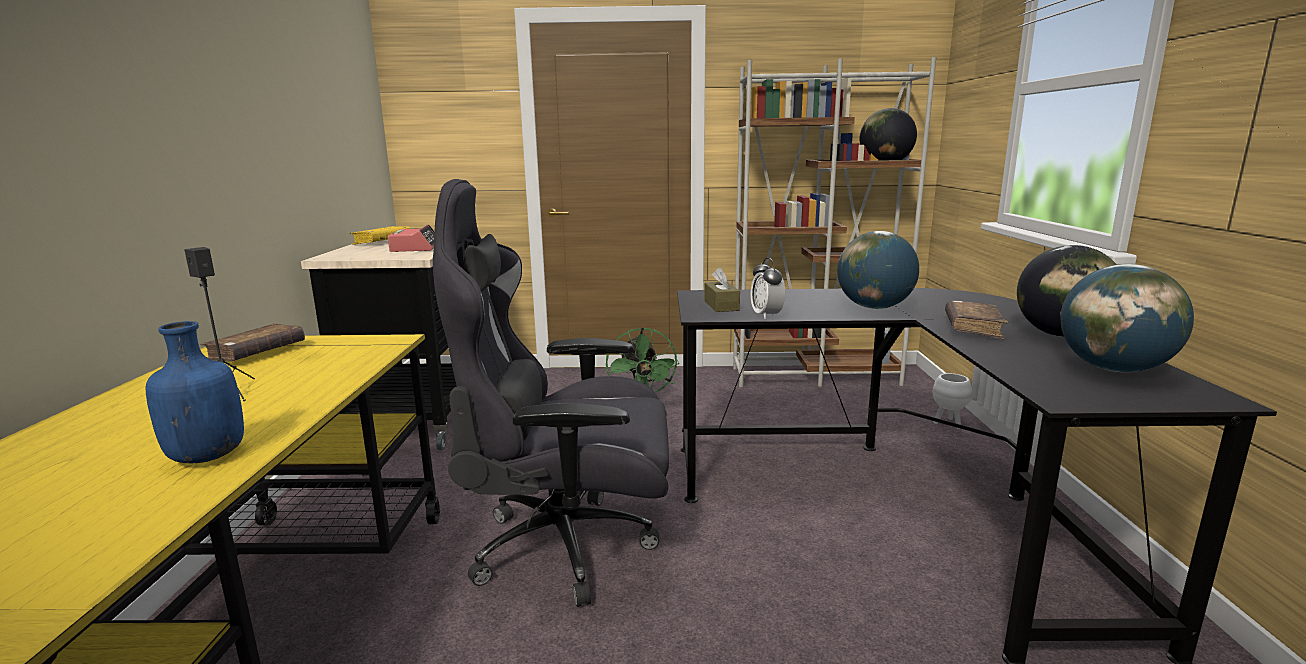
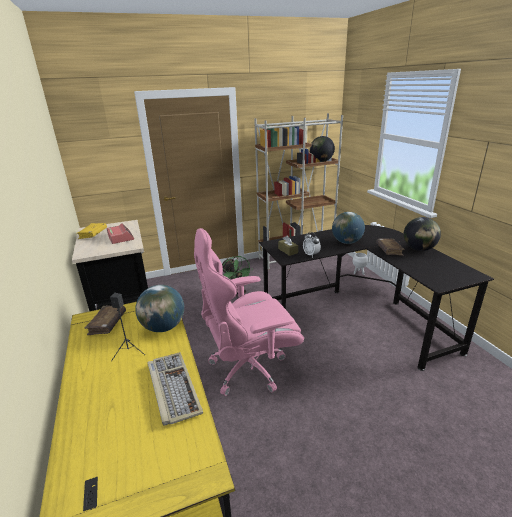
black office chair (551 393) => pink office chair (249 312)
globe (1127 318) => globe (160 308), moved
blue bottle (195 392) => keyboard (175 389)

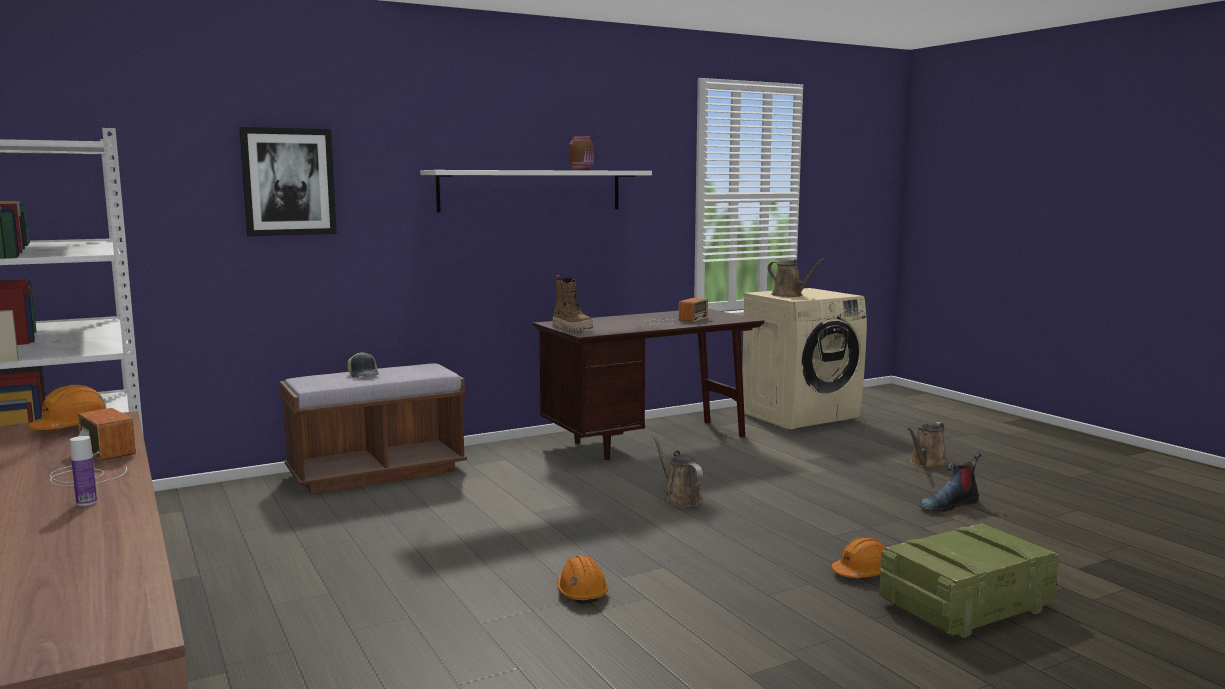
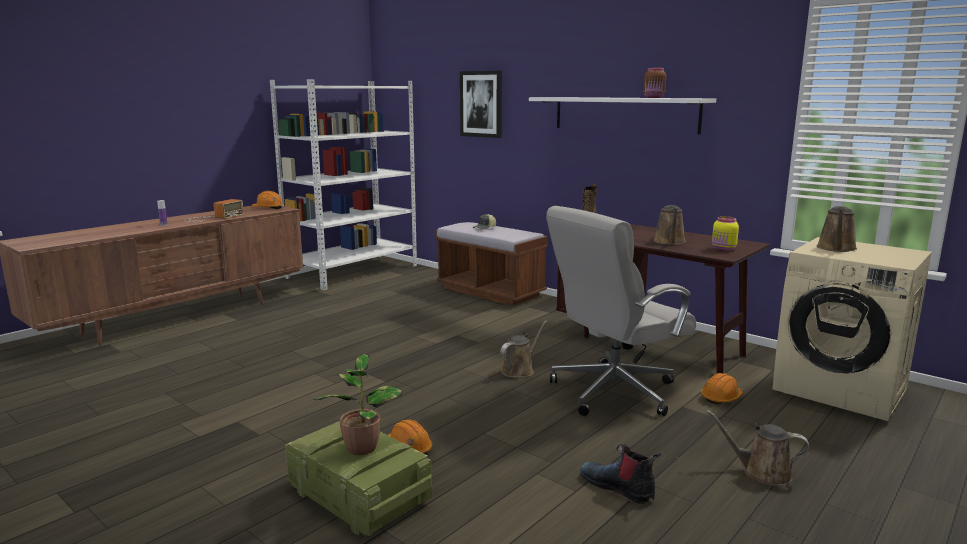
radio (676 311) => brown watering can (669 225)
orange hard hat (582 579) => orange hard hat (722 388), moved
nothing => grey office chair (621 311)
nothing => yellow jar (725 233)
nothing => potted plant (357 404)

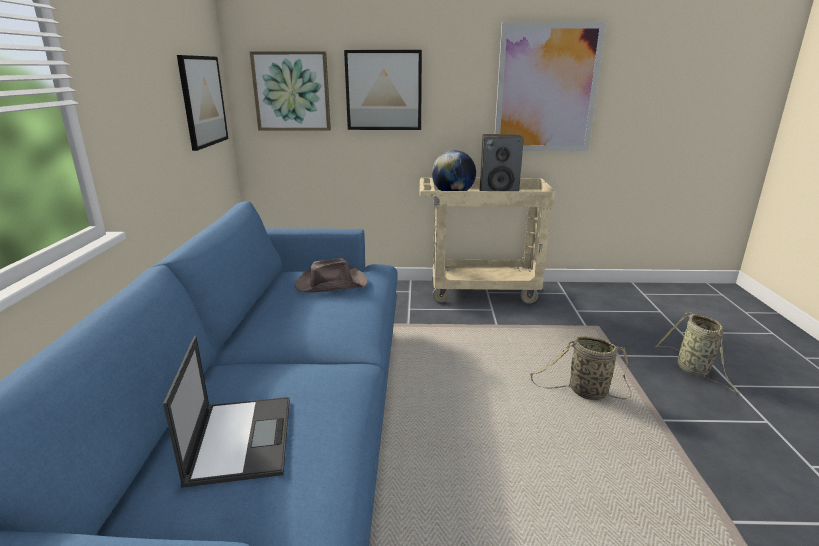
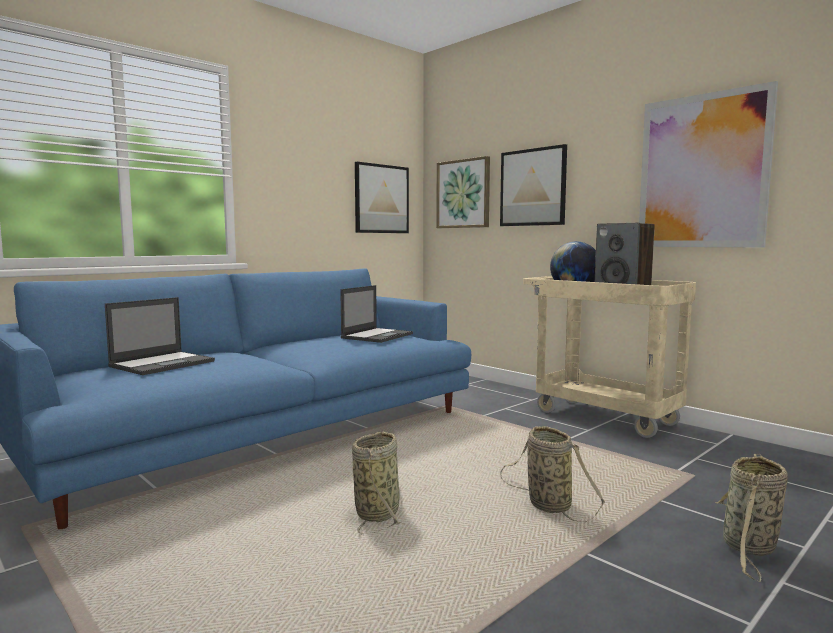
brown hat (331 275) => laptop (376 314)
nothing => basket (376 483)

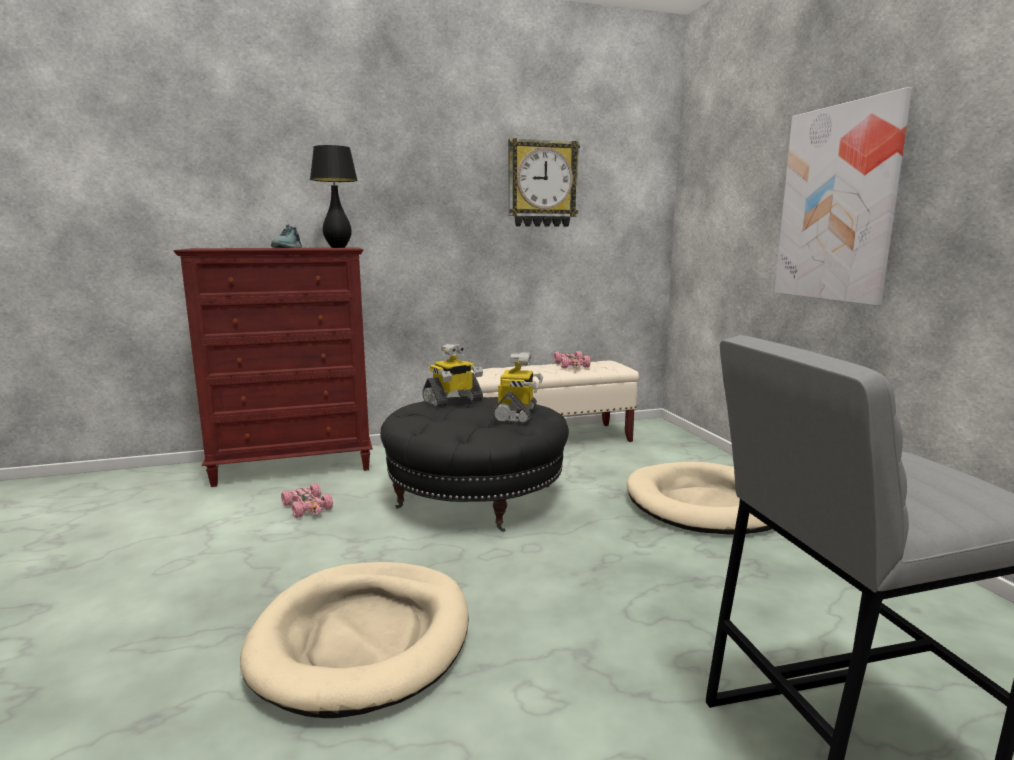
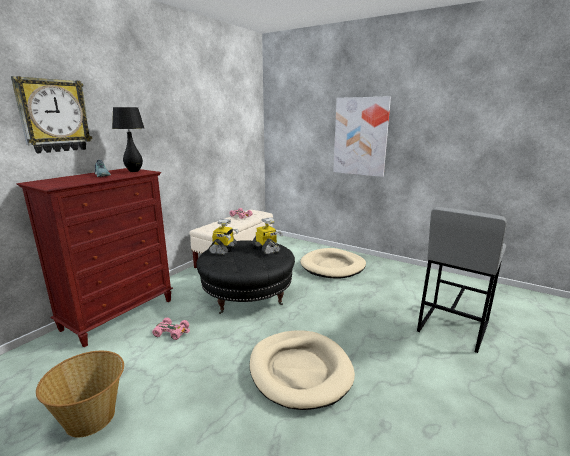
wall clock (544 182) => wall clock (51 114), moved
nothing => basket (80 394)

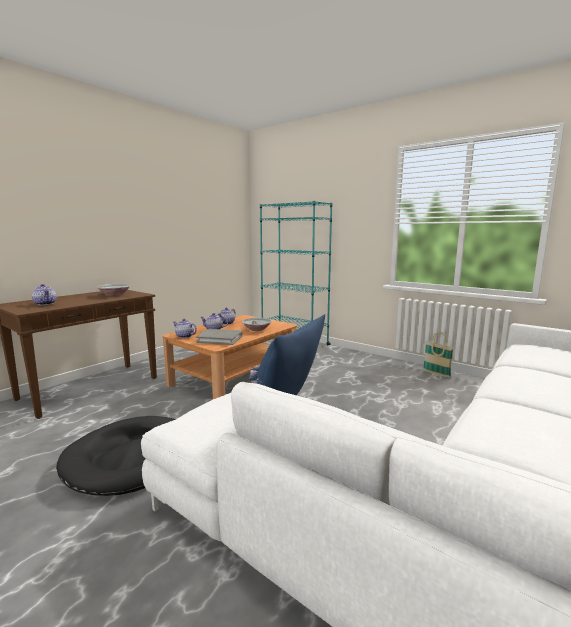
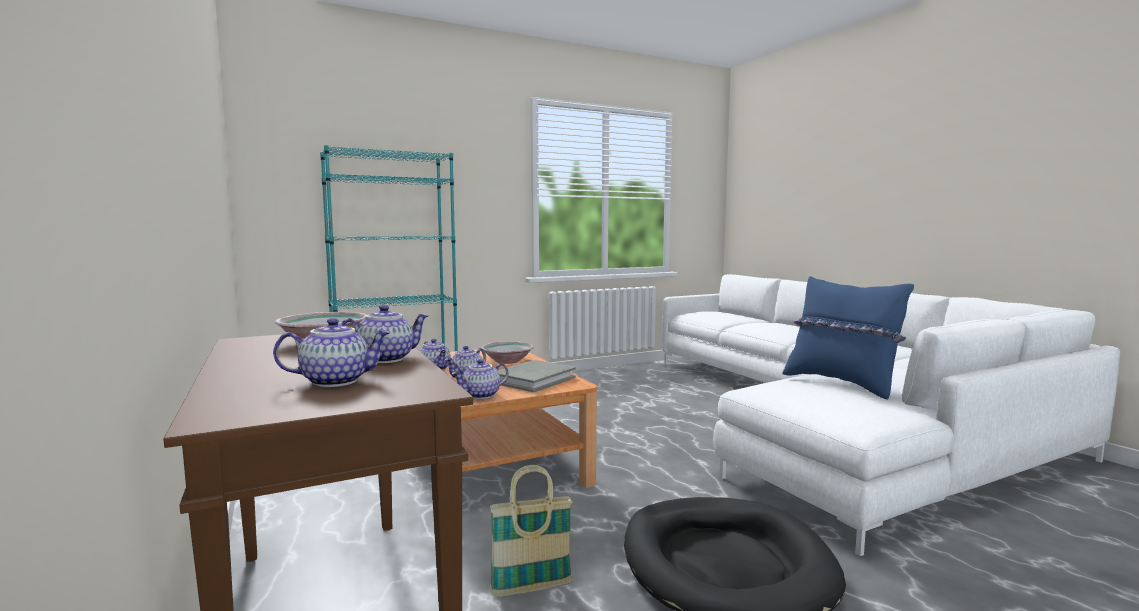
basket (438 355) => basket (531 531), moved
nothing => teapot (384 334)

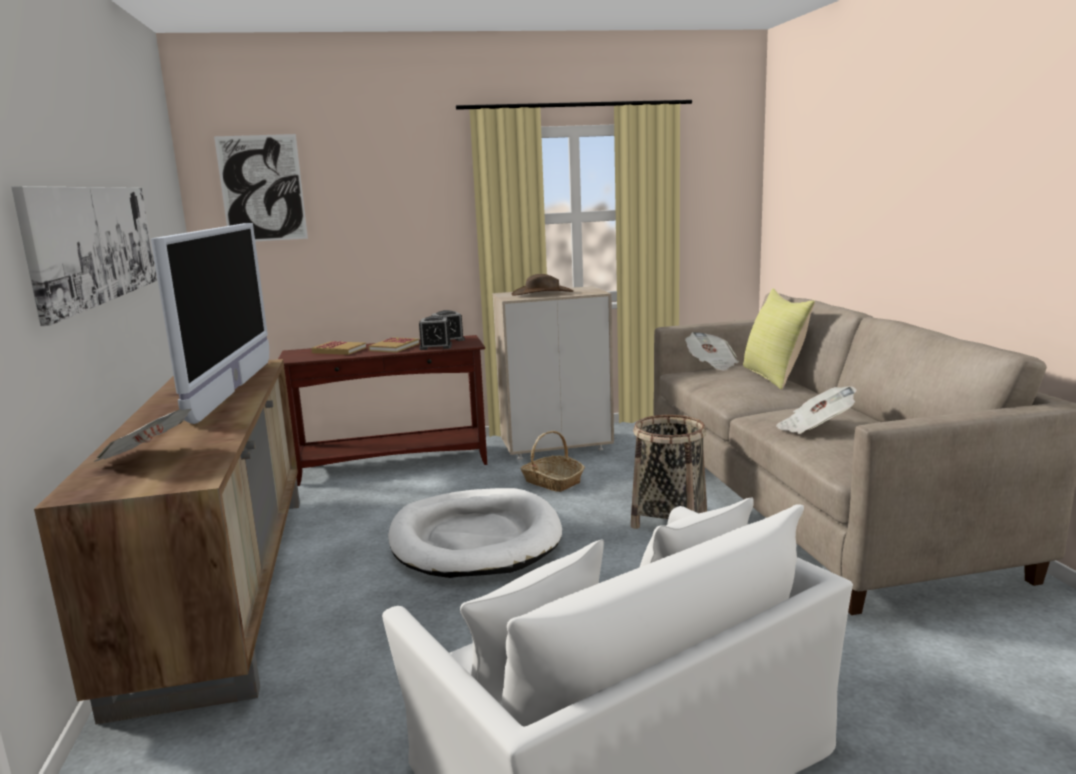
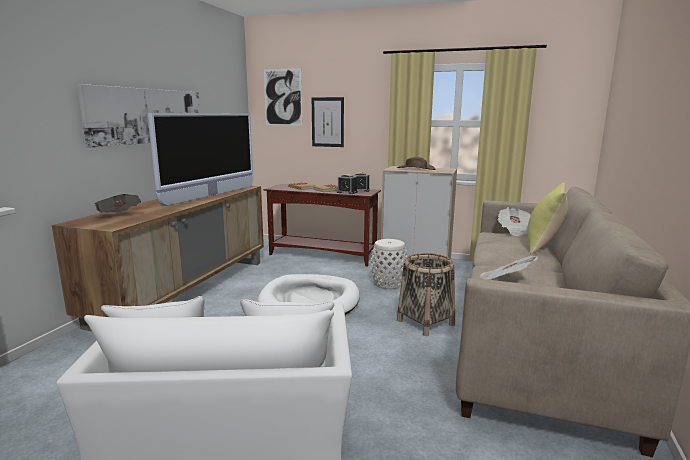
basket (552 461) => white stool (389 264)
nothing => picture (328 122)

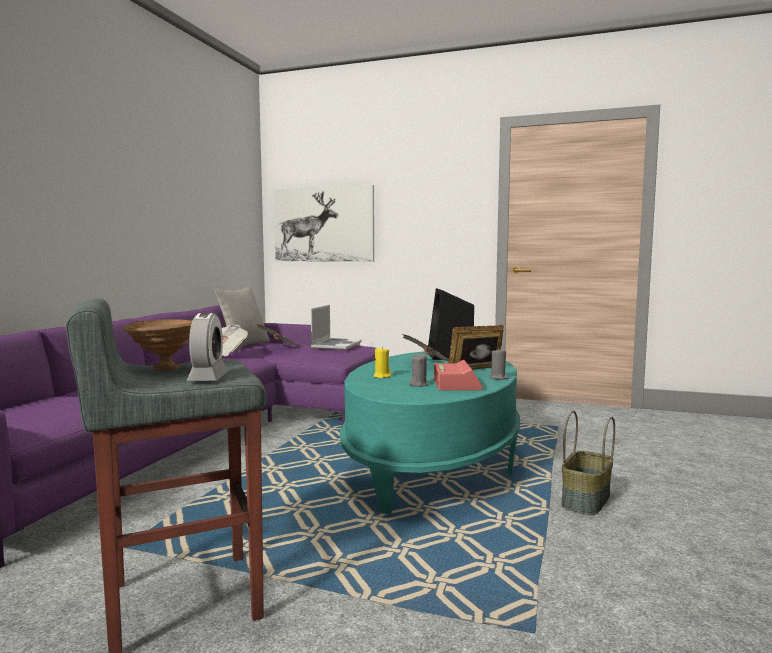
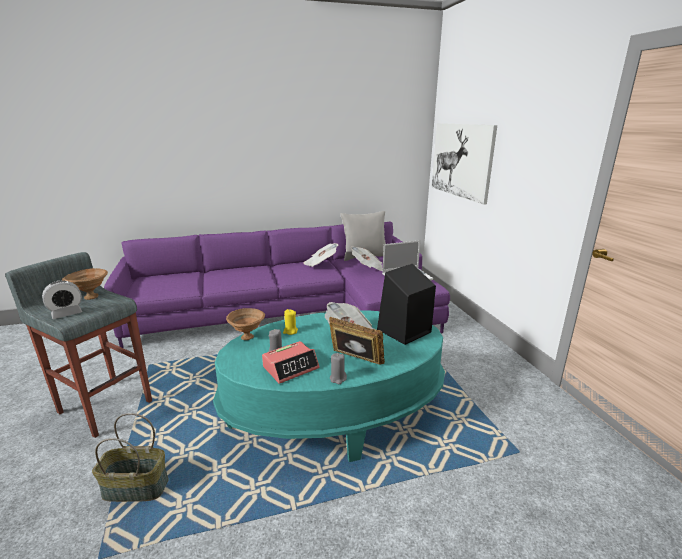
basket (588 463) => basket (130 457), moved
nothing => brown bowl (245 324)

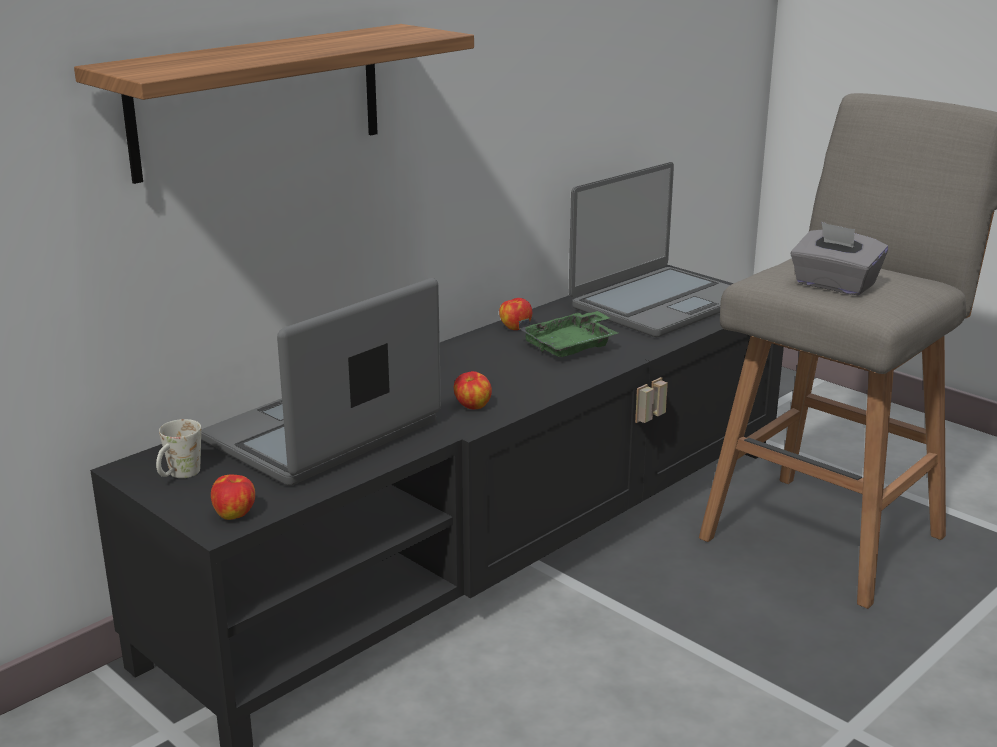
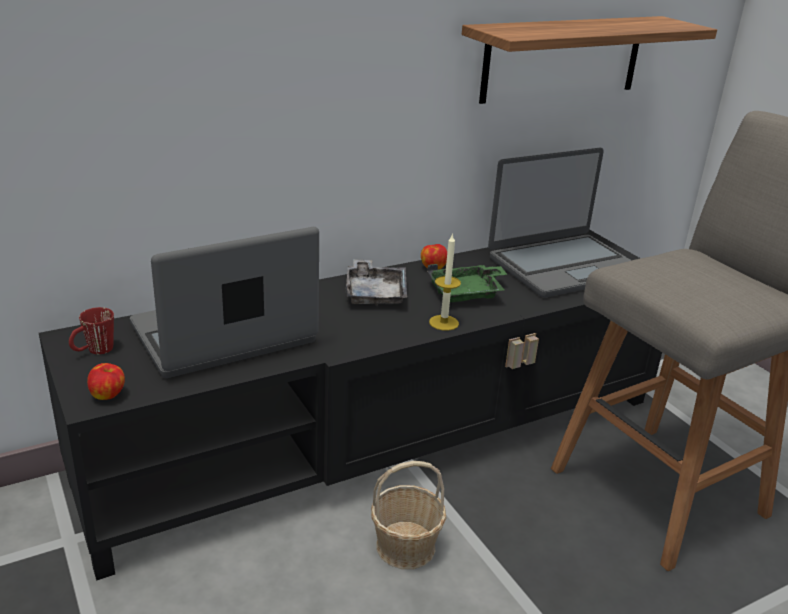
shelf (274 104) => shelf (589 60), moved
grey tissue box (839 259) => nothing
apple (473 390) => nothing
white mug (178 448) => red mug (91 330)
nothing => candle (445 282)
nothing => grey tray (376 283)
nothing => basket (408 515)

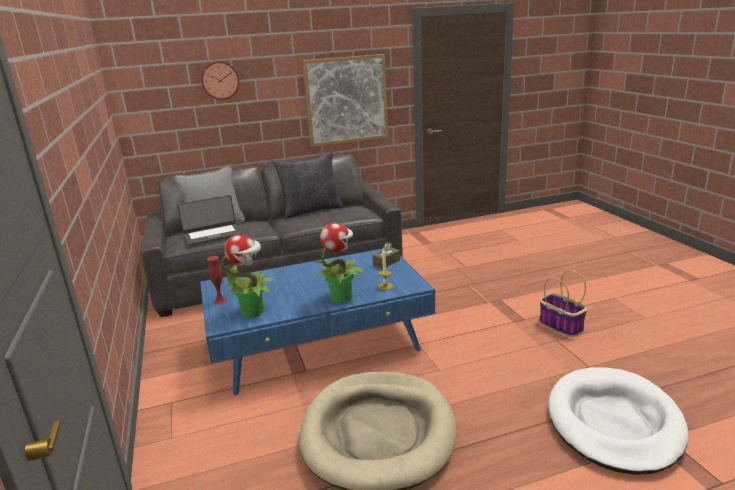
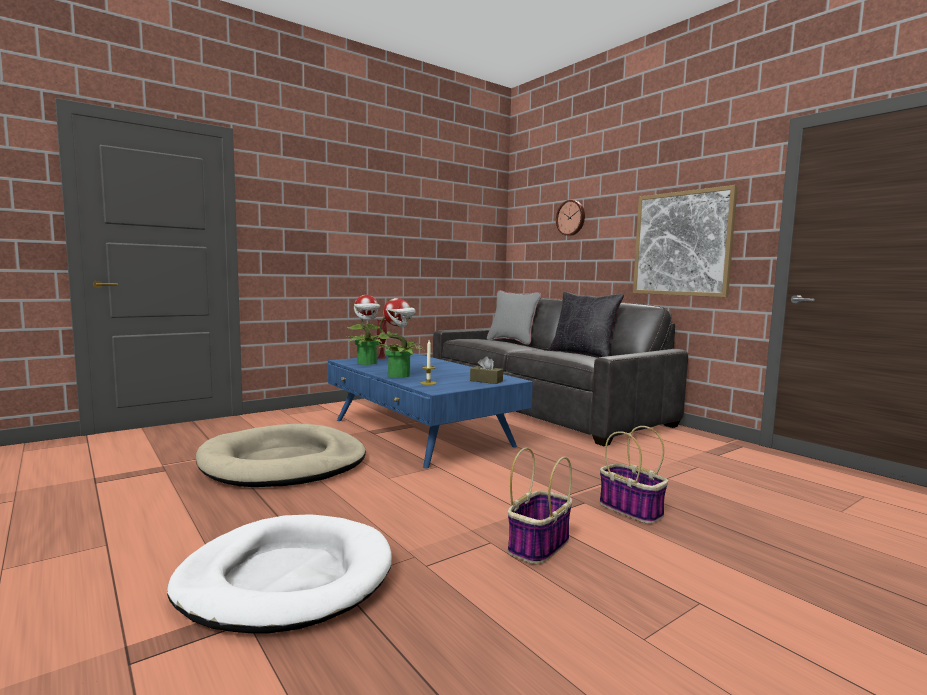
laptop (210 220) => nothing
nothing => basket (634 475)

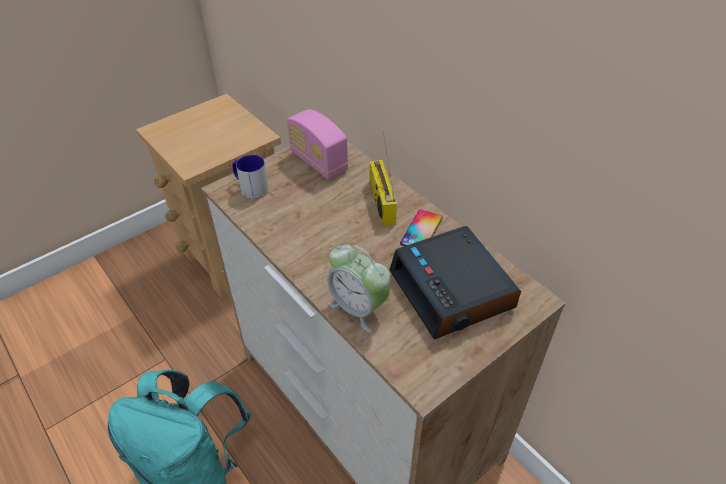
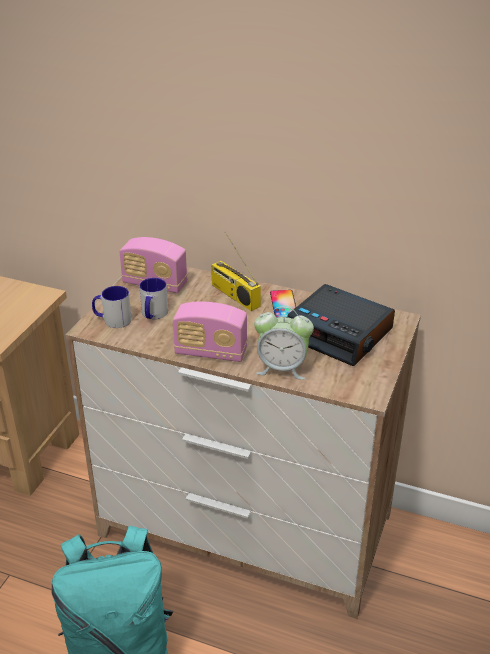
nothing => mug (153 298)
nothing => radio (210 331)

